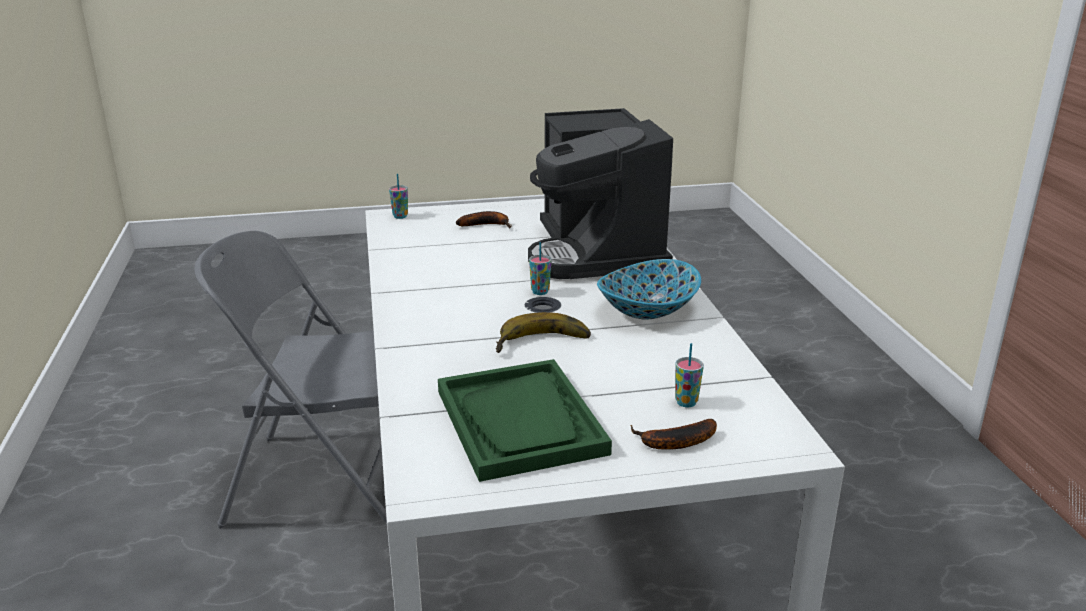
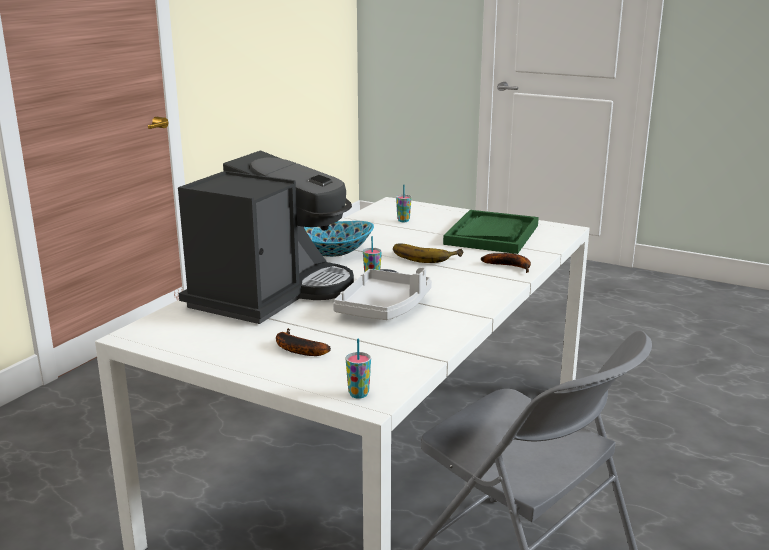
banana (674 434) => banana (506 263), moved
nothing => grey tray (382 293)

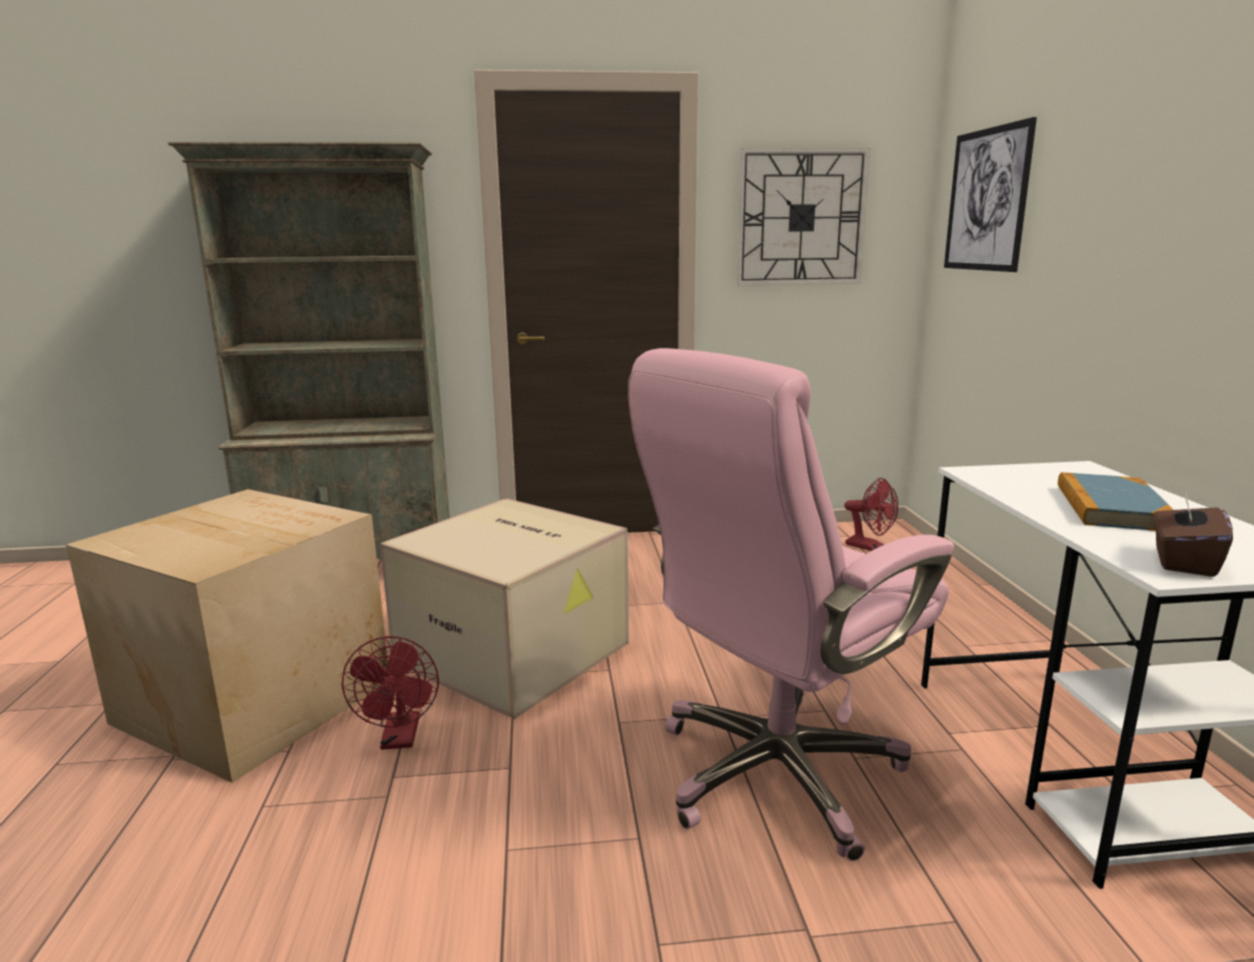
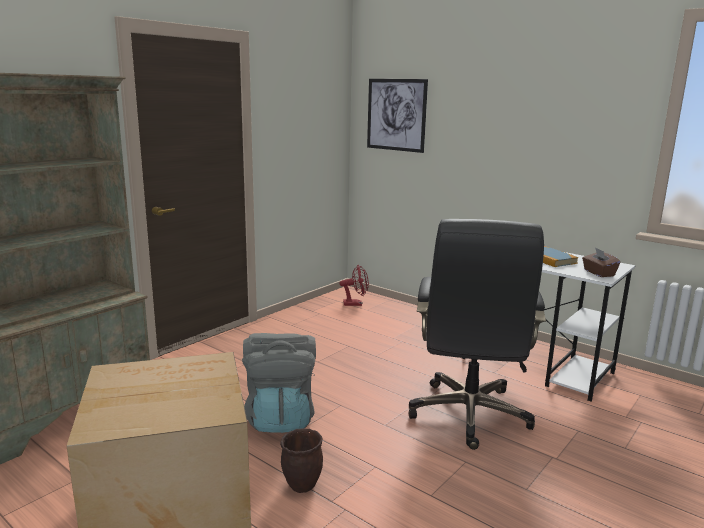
wall clock (803 217) => nothing
pink office chair (791 604) => black office chair (477 334)
cardboard box (504 608) => grey backpack (279 383)
red fan (390 693) => brown planter (301 460)

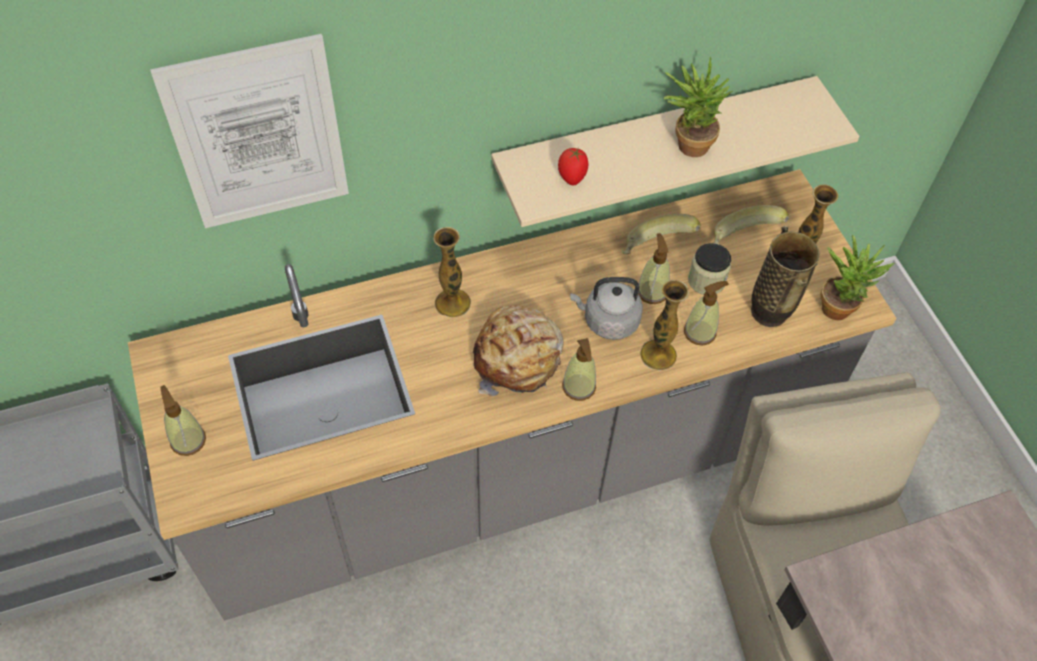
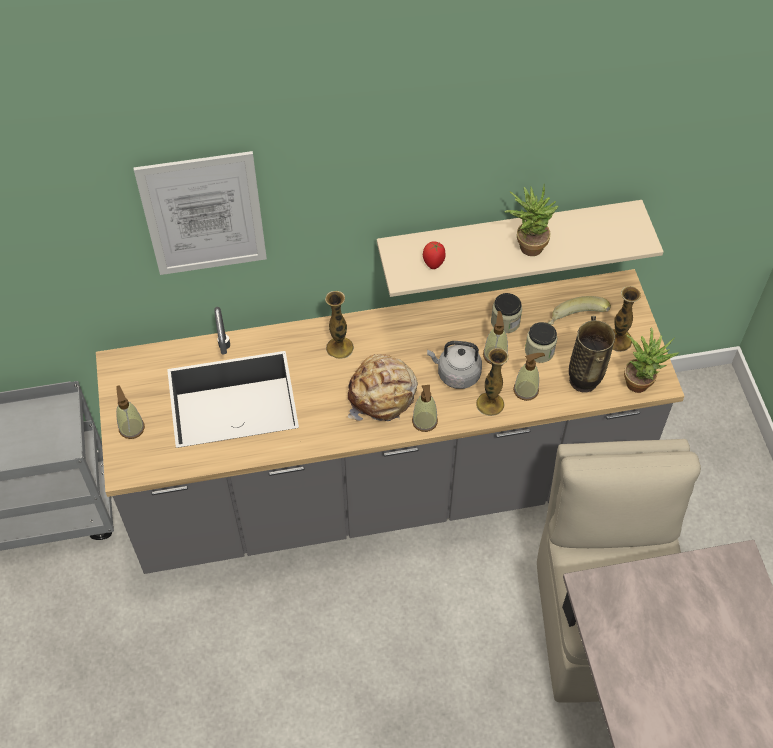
banana (661 234) => jar (506 313)

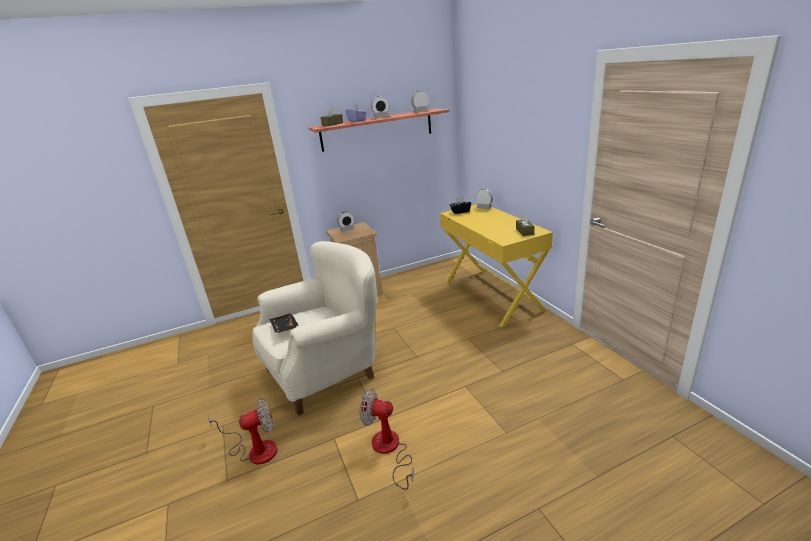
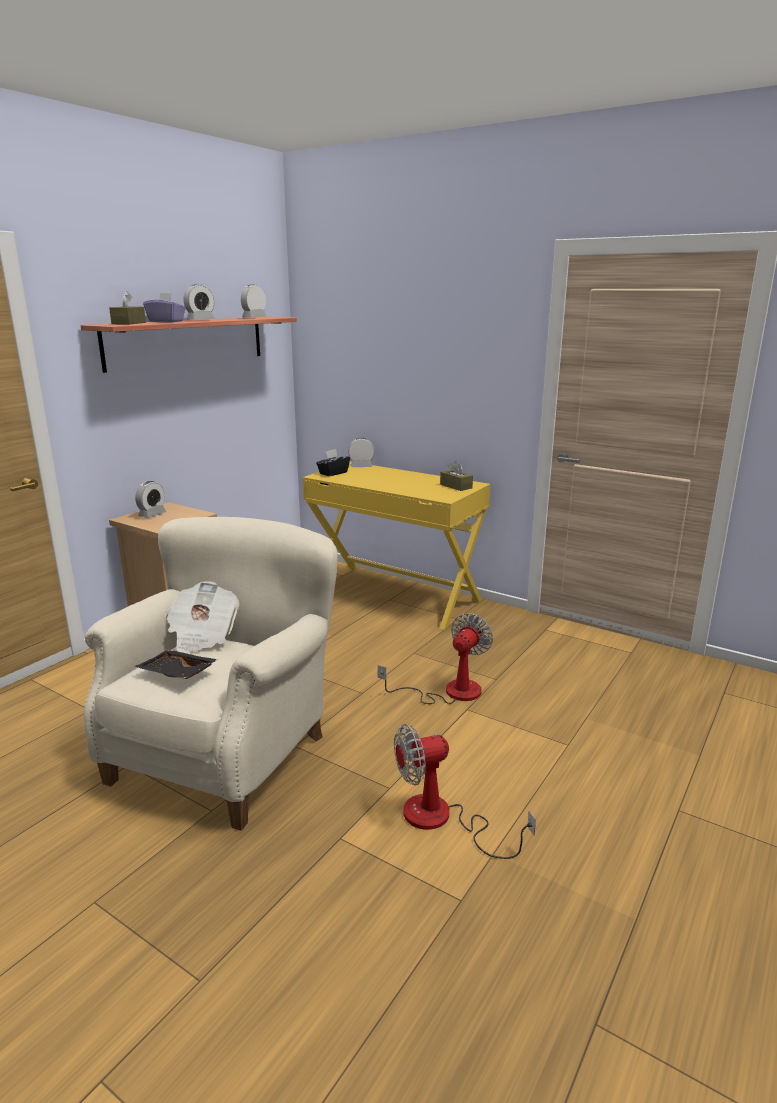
fan (243 431) => fan (435 658), moved
nothing => newspaper (203 617)

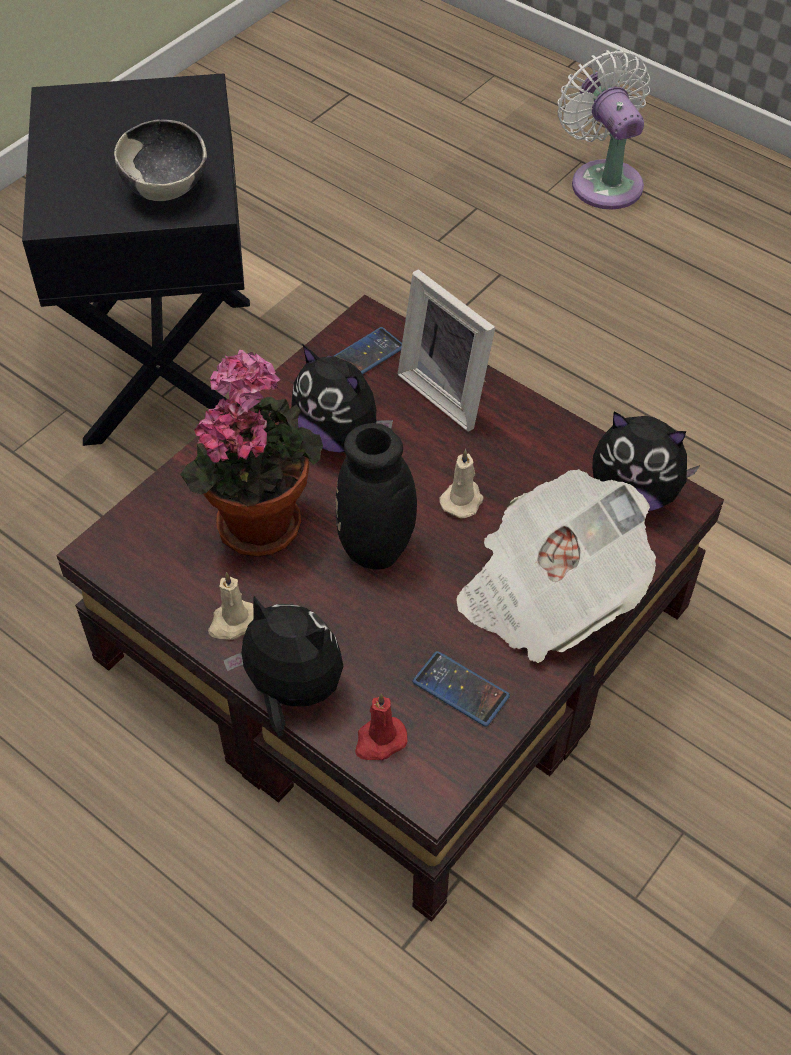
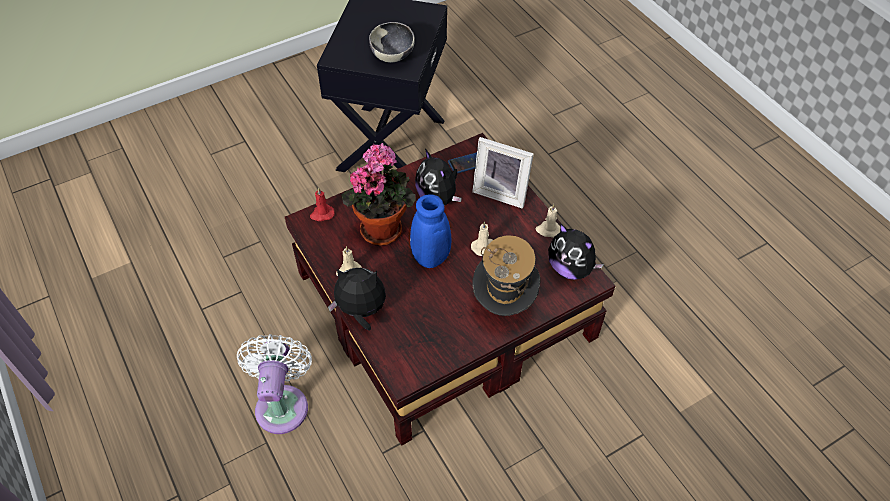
white fan (603 129) => white fan (274 384), moved
picture frame (446 350) => picture frame (503 173), 45 degrees counterclockwise
black vase (377 496) => blue vase (431 231)
newspaper (556 566) => hat (506 275)
plush toy (283 666) => plush toy (357 299), 45 degrees counterclockwise
phone (461 689) => nothing
red candle (381 726) => red candle (322 204), moved
nothing => beige candle (548 221)

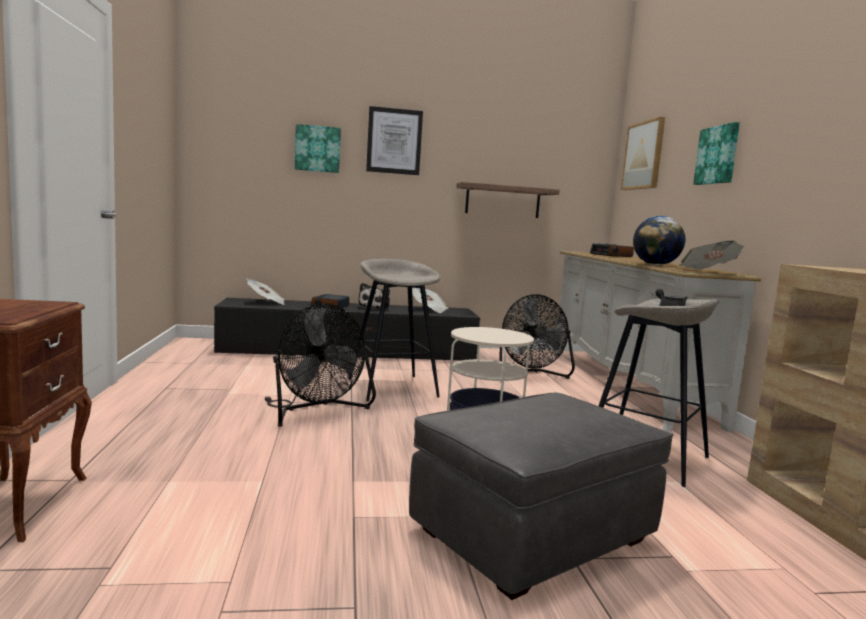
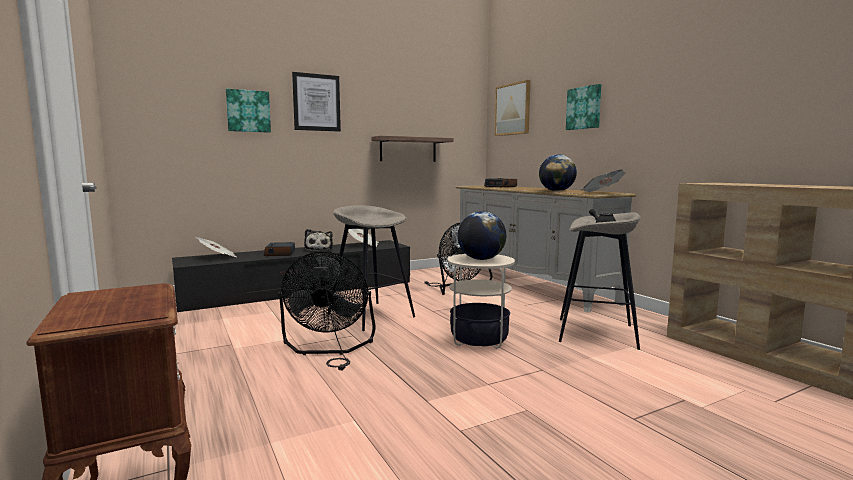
black fan (320 365) => black fan (327 311), 120 degrees counterclockwise
grey ottoman (541 496) => nothing
nothing => globe (481 235)

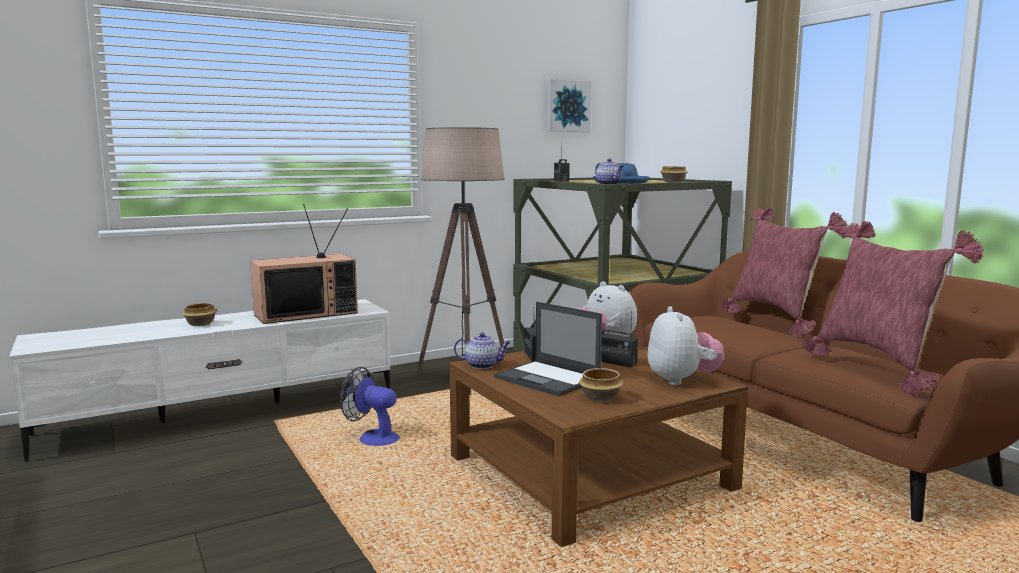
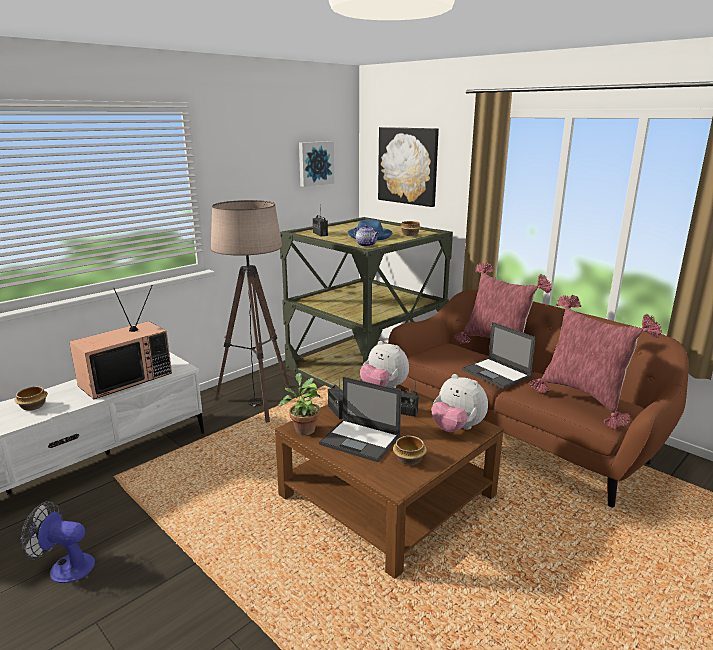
plush toy (686 345) => plush toy (459 403), 150 degrees clockwise
teapot (482 351) => potted plant (300 404)
fan (370 406) => fan (58 542), moved
nothing => picture (408 167)
nothing => laptop (499 355)

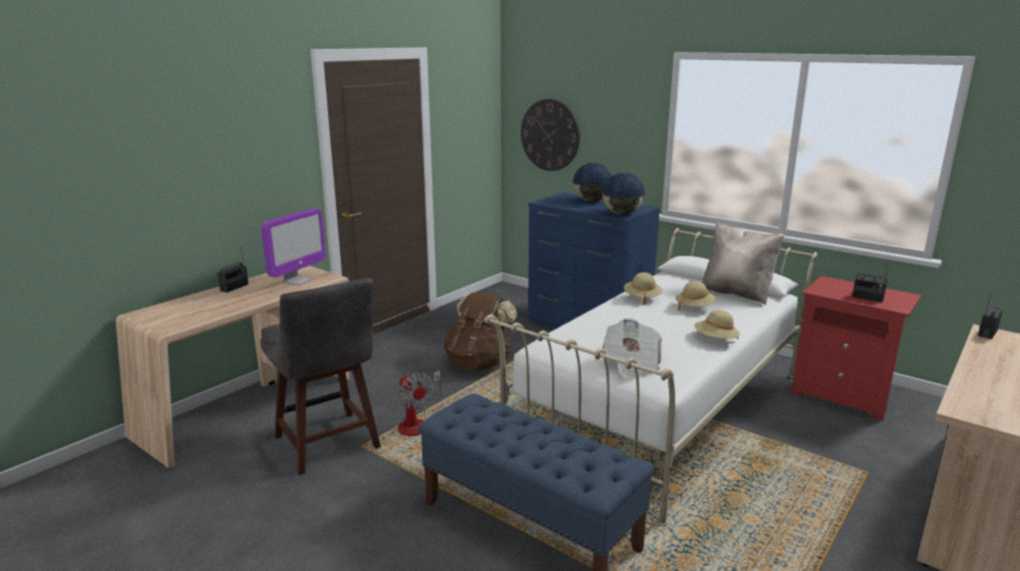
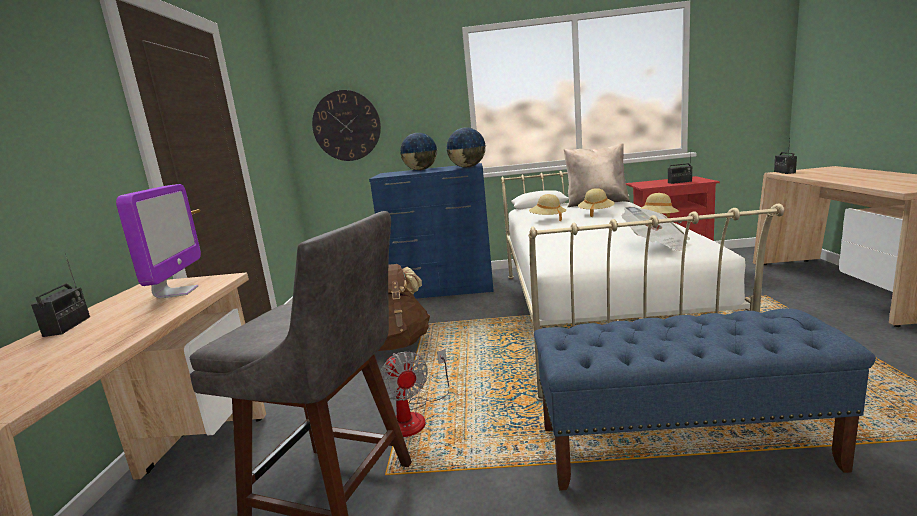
fan (420 403) => fan (414 393), 45 degrees clockwise

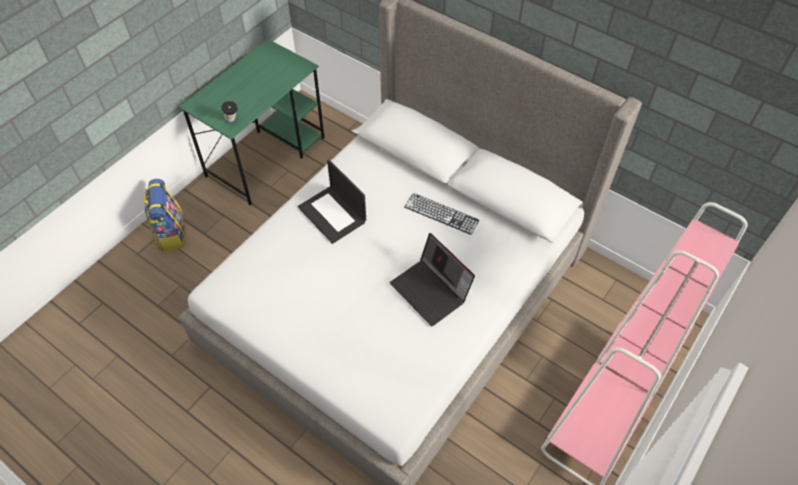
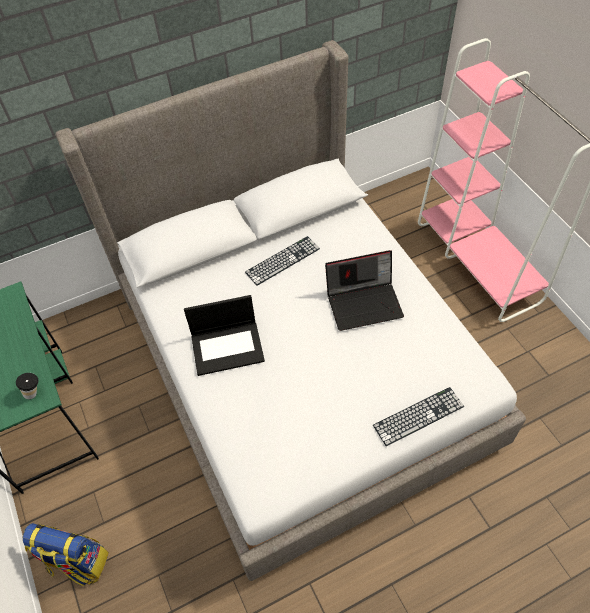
nothing => keyboard (418 416)

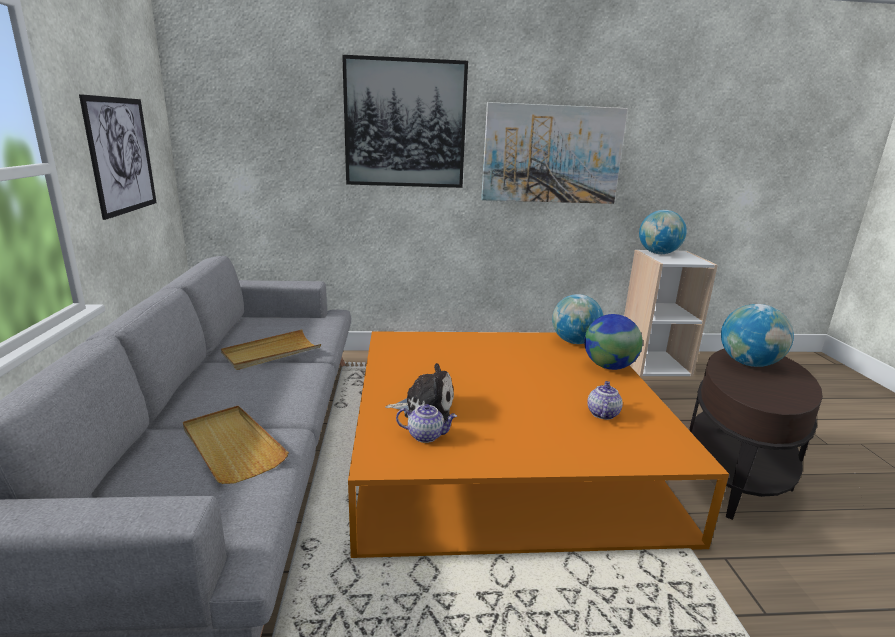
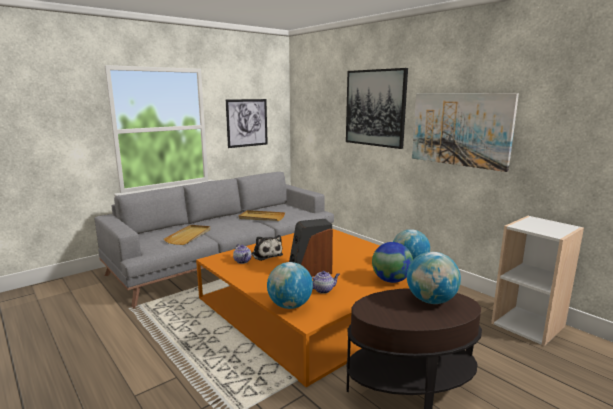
globe (663 232) => globe (290 285), moved
nothing => speaker (311 247)

